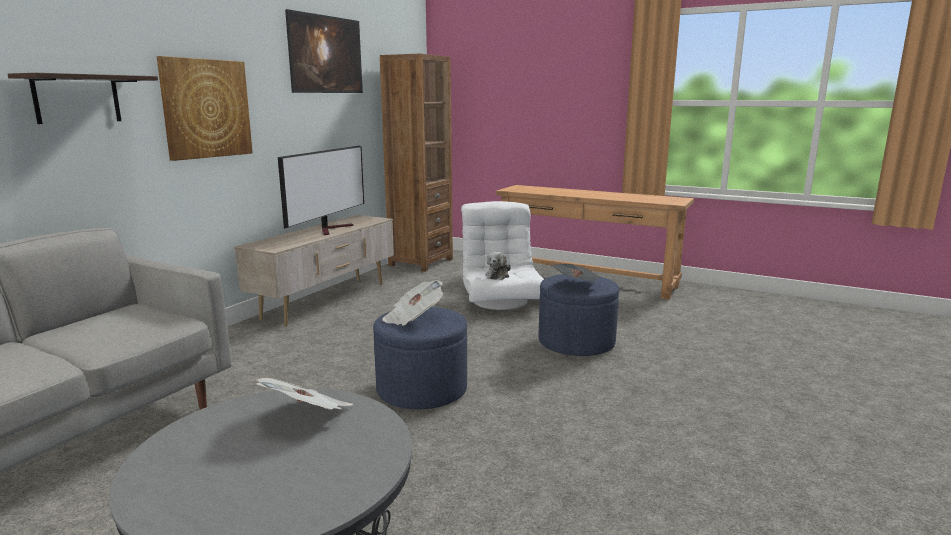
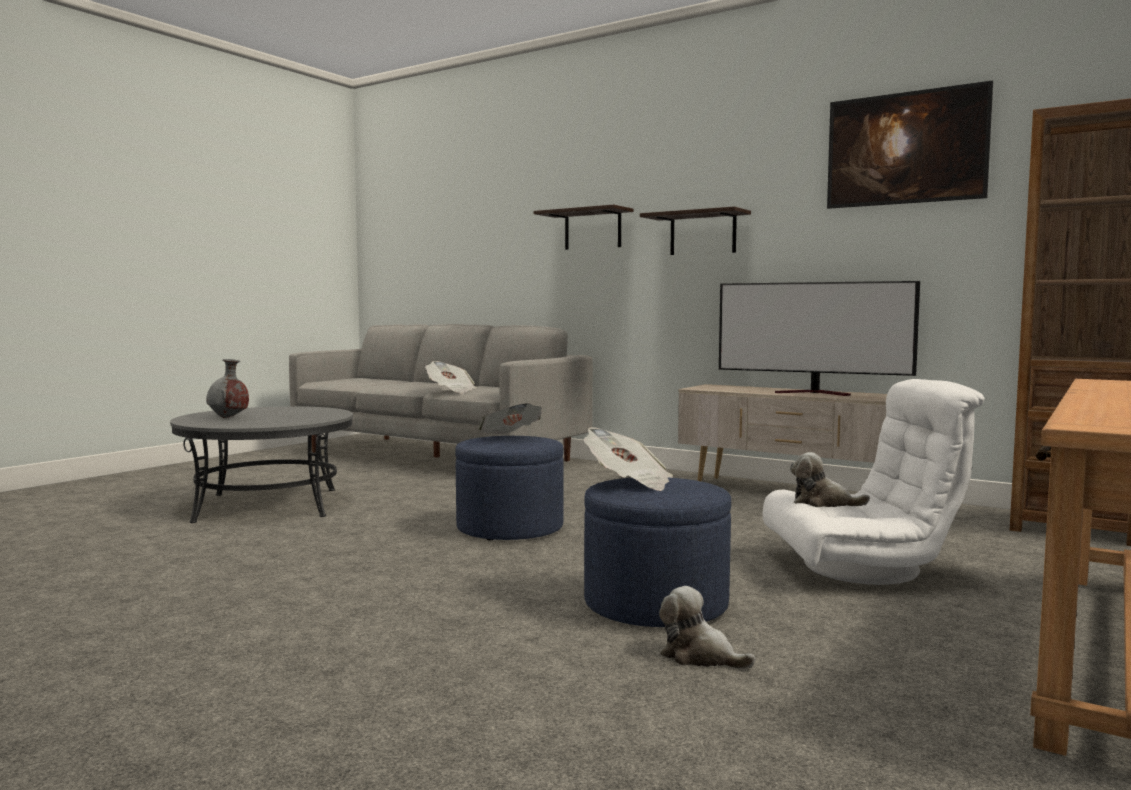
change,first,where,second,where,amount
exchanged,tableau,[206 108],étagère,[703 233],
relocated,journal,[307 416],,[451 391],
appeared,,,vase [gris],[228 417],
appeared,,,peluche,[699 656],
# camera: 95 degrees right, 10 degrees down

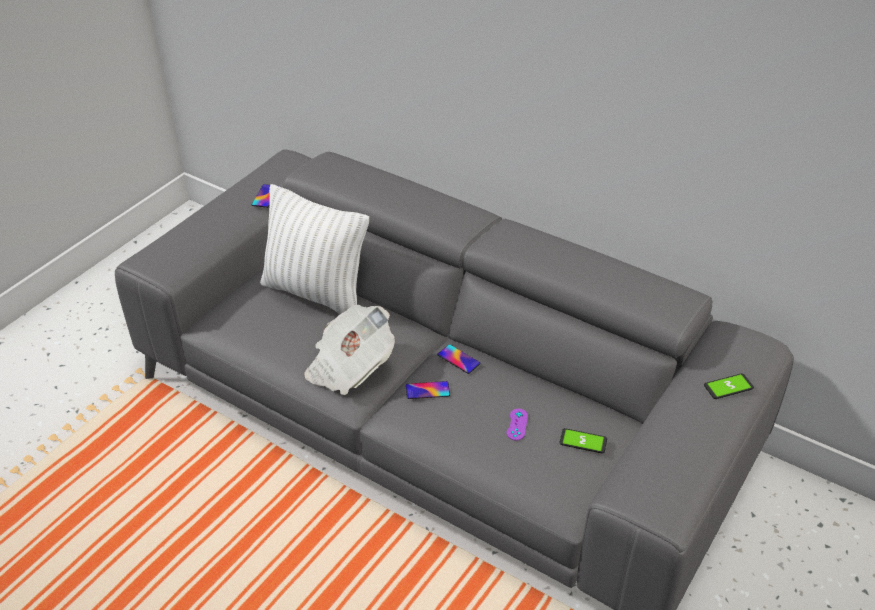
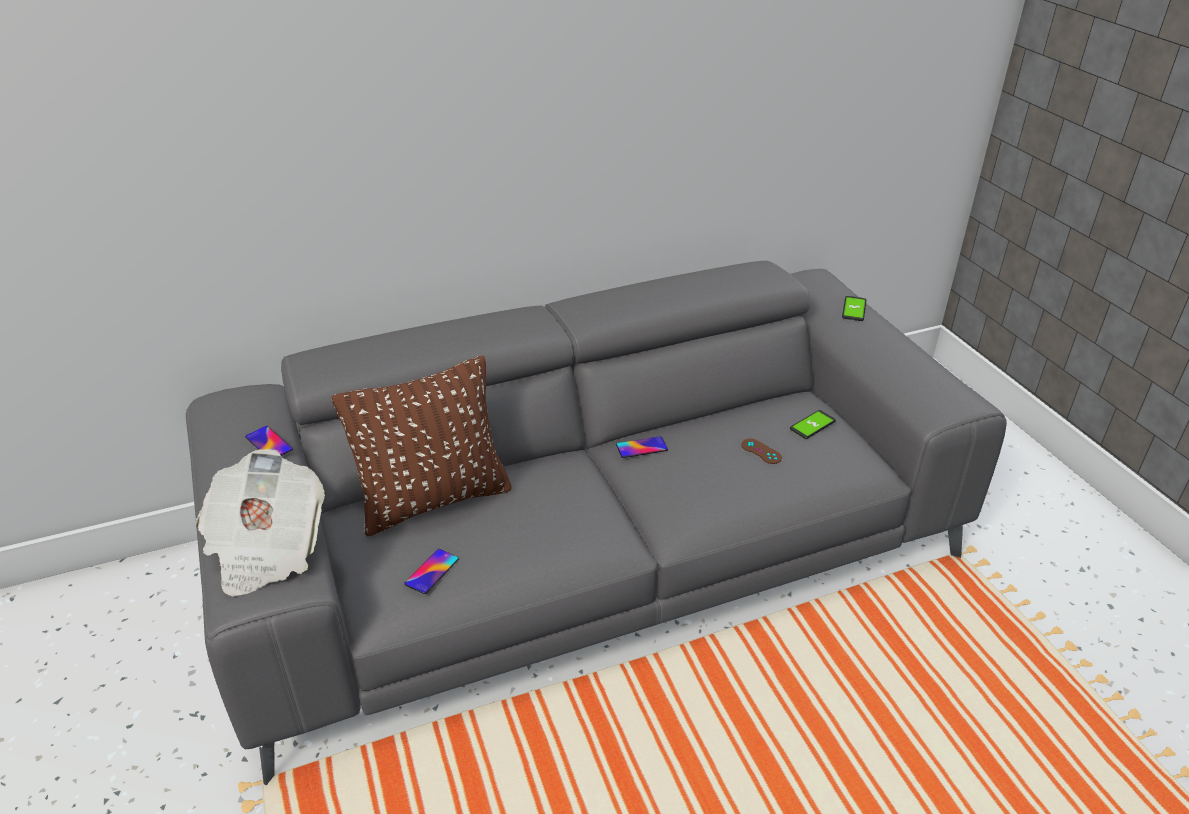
change,first,where,second,where,amount
colour,coussin [blanc],[316 293],coussin [marron],[434 500],
relocated,journal,[349 366],,[266 548],
relocated,téléphone,[427 390],,[432 571],
colour,manette [violet],[517 424],manette [marron],[761 451],
# camera: 55 degrees left, 5 degrees down

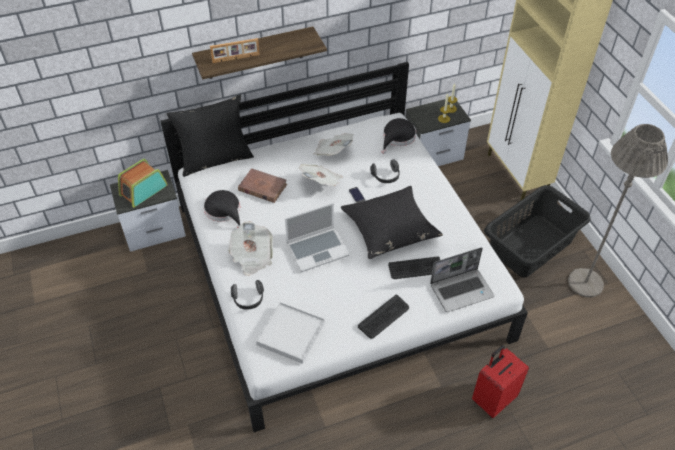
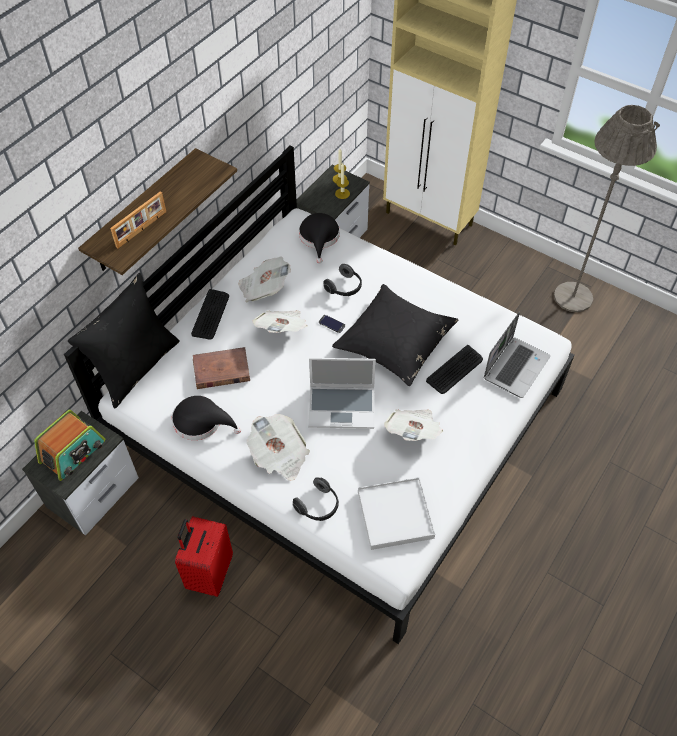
change,first,where,second,where,amount
spun,radio,[143 190],,[73 452],150 degrees counterclockwise
spun,ordinateur portable,[317 249],,[342 407],60 degrees clockwise
relocated,clavier,[384 317],,[211 315],
relocated,valise [rouge],[493 399],,[209 573],
missing,panier à linge [noir],[531 246],,,
appeared,,,journal,[413 432],
# camera: 35 degrees left, 5 degrees up

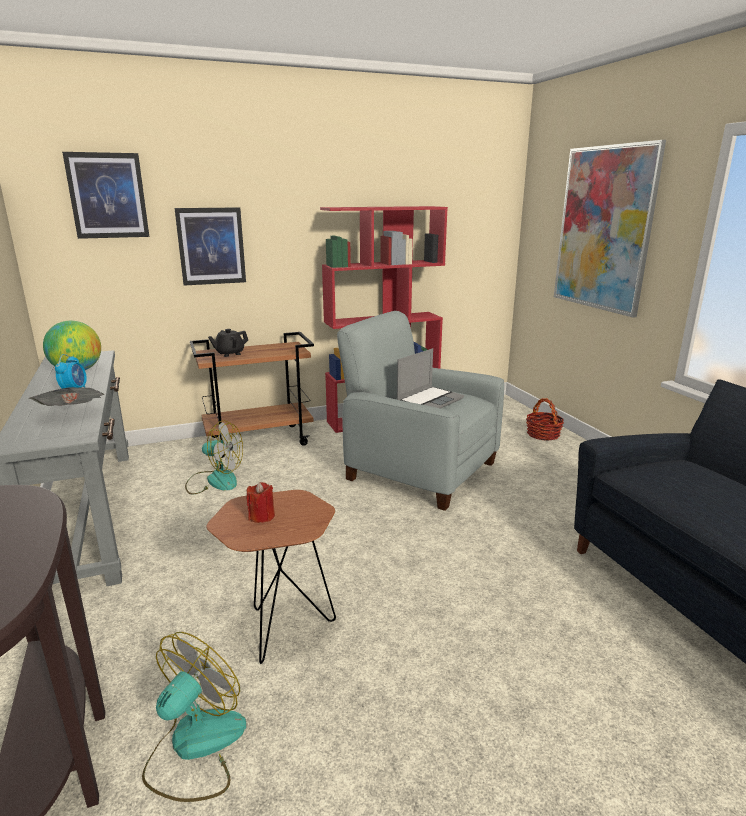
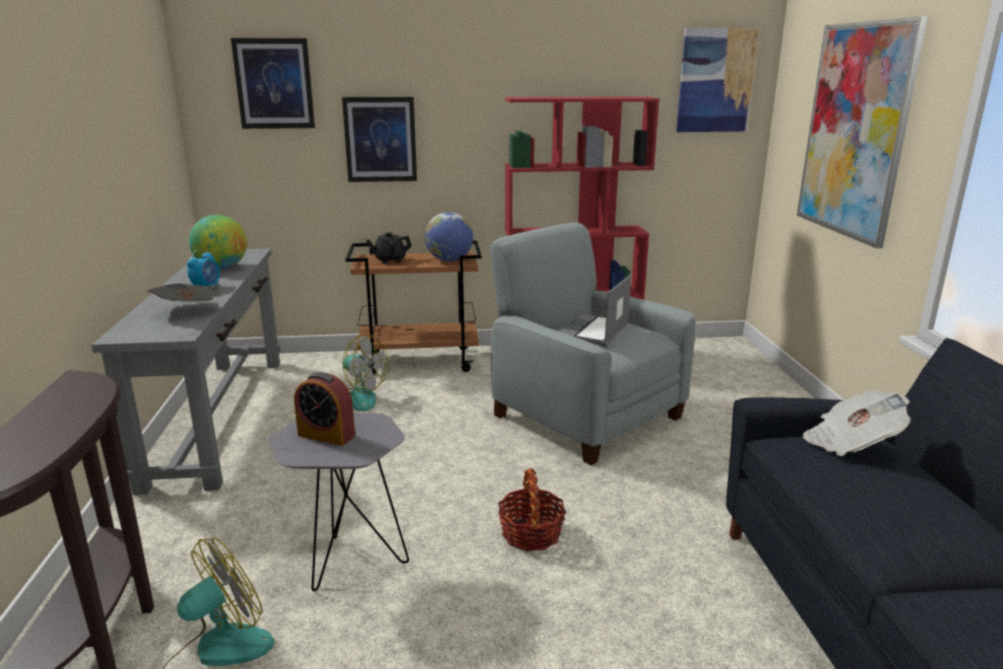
change,first,where,second,where,amount
colour,table d'appoint [marron],[280 630],table d'appoint [gris],[348 563],
exchanged,bougie [rouge],[261 516],réveil,[326 435],
spun,ordinateur portable,[430 400],,[594 332],150 degrees clockwise
relocated,panier,[543 434],,[531 534],
appeared,,,globe,[449 260],
appeared,,,tableau,[715 81],
appeared,,,journal,[851 443],
# camera: 15 degrees right, 0 degrees up

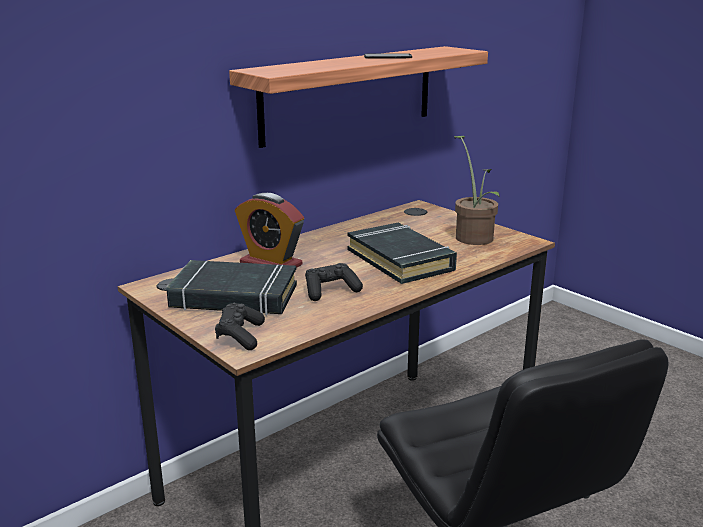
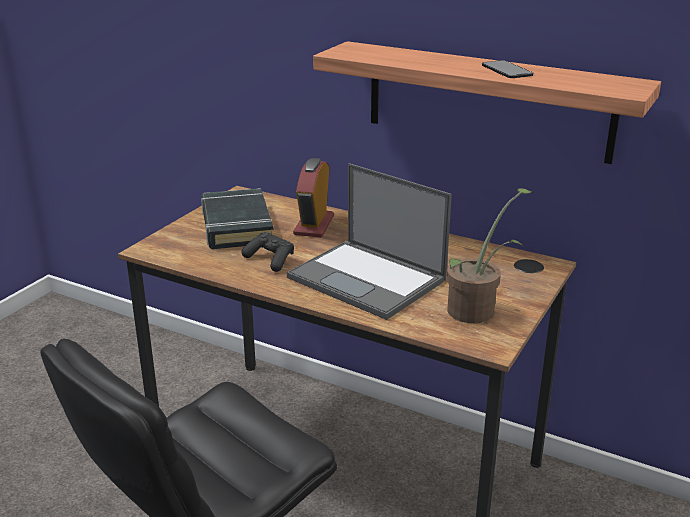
change,first,where,second,where,amount
missing,manette [noir],[240 336],,,
exchanged,livre [noir],[400 260],ordinateur portable,[368 279],
# camera: 70 degrees right, 5 degrees up

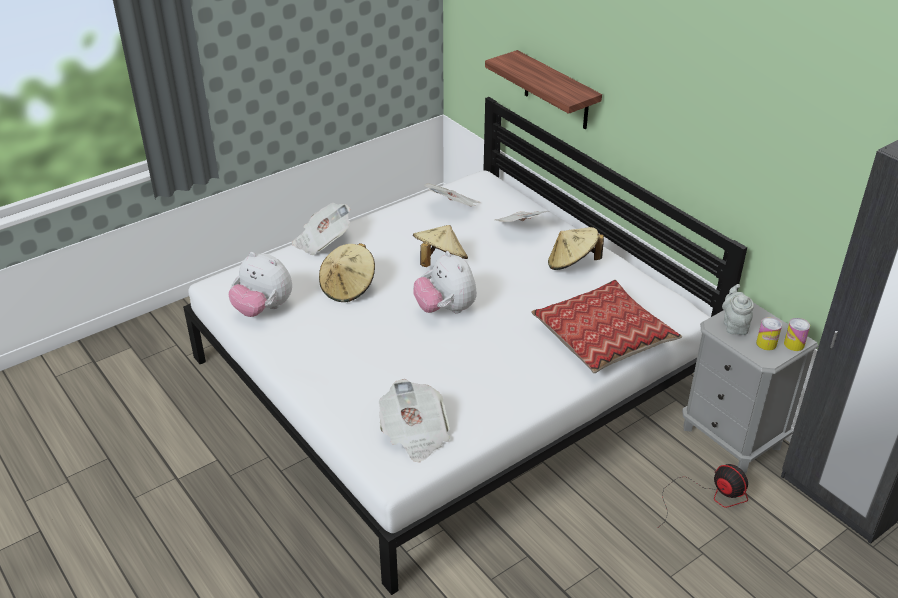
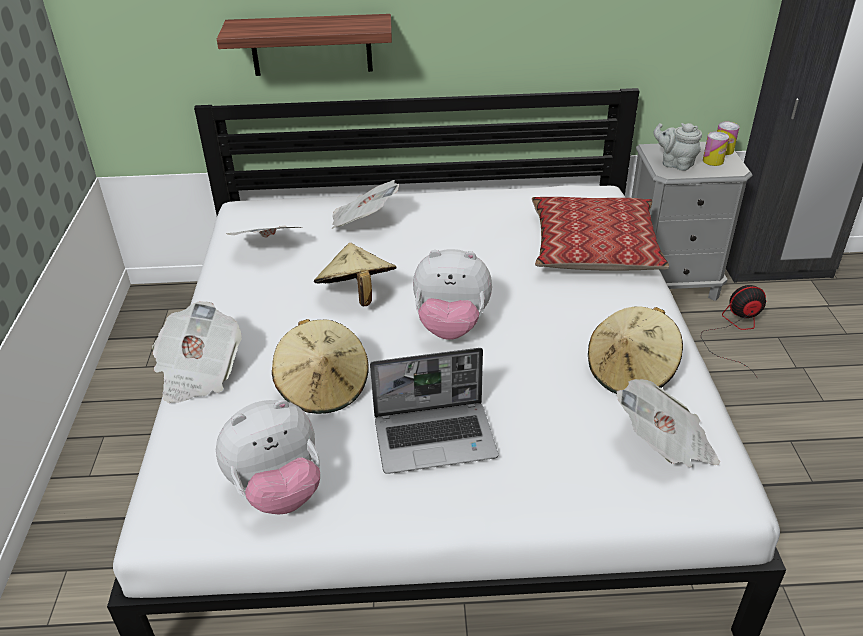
change,first,where,second,where,amount
relocated,chapeau [beige],[572 264],,[631 373],
appeared,,,ordinateur portable,[436 438],
# camera: 55 degrees left, 0 degrees up

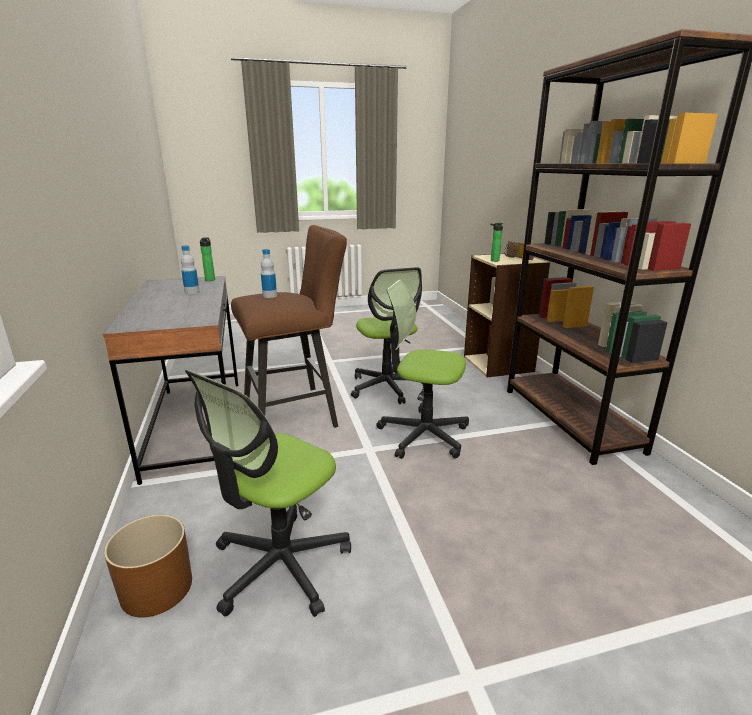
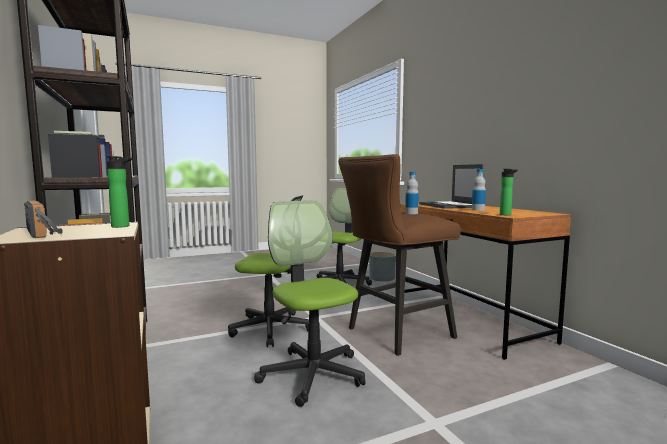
change,first,where,second,where,amount
colour,bureau [gris],[197 426],bureau [marron],[468 321],
colour,cache-pot [marron],[157 588],cache-pot [gris],[382 277],
appeared,,,ordinateur portable,[449 206],
# camera: 170 degrees right, 15 degrees down

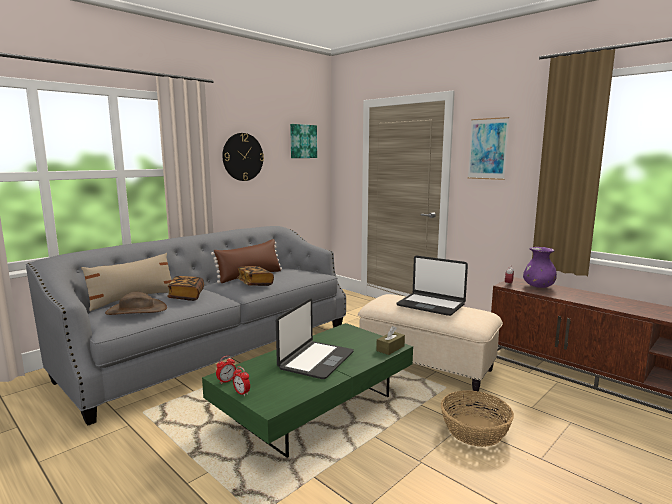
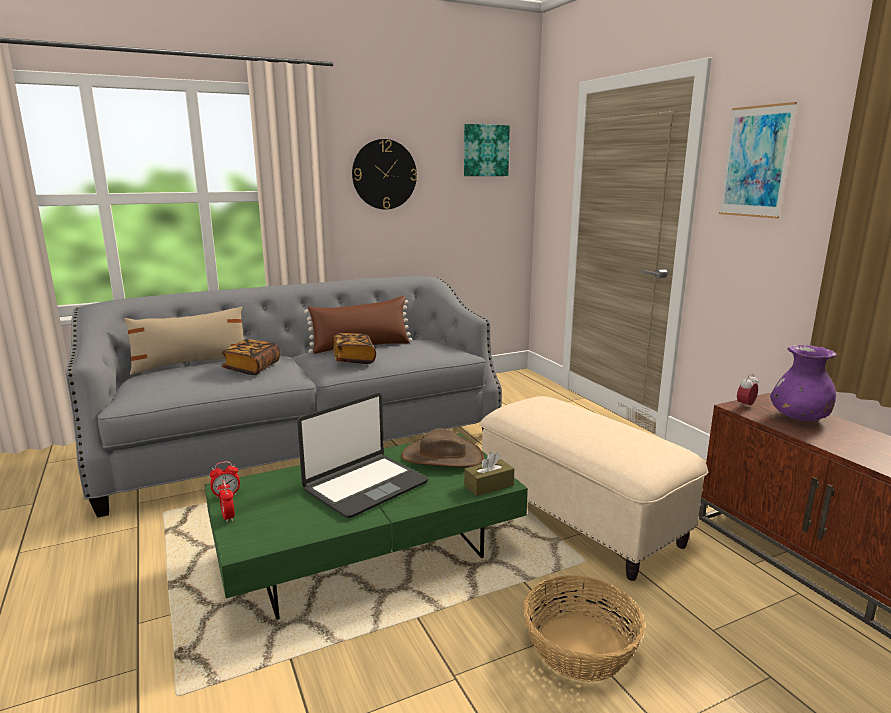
change,first,where,second,where,amount
relocated,chapeau [marron],[136 310],,[442 457],
missing,ordinateur portable,[431 305],,,
# camera: 20 degrees right, 5 degrees up

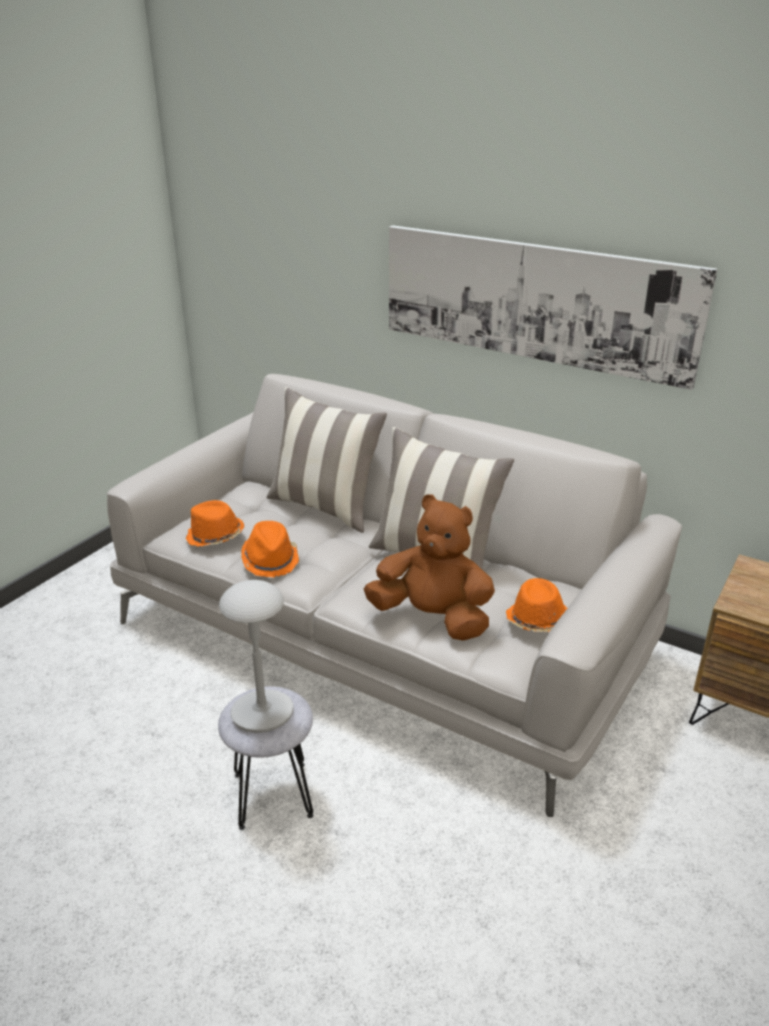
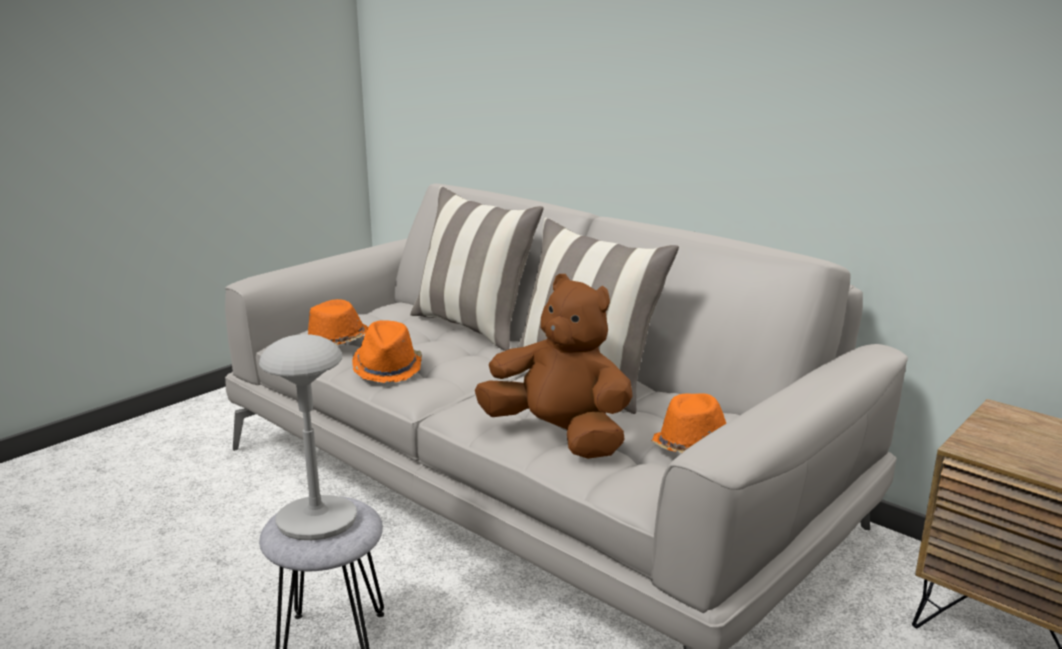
change,first,where,second,where,amount
missing,tableau,[535 301],,,
# camera: 10 degrees right, 10 degrees down

